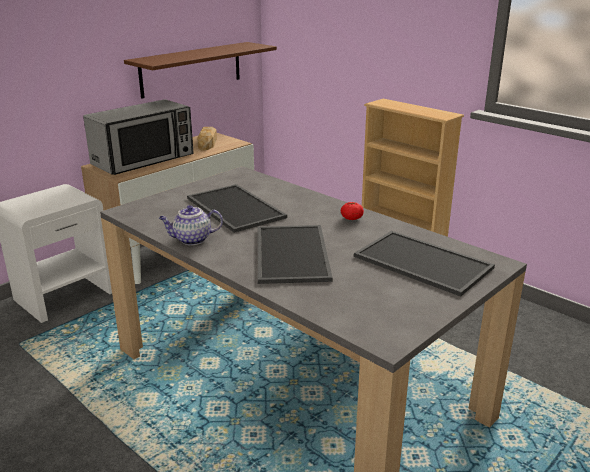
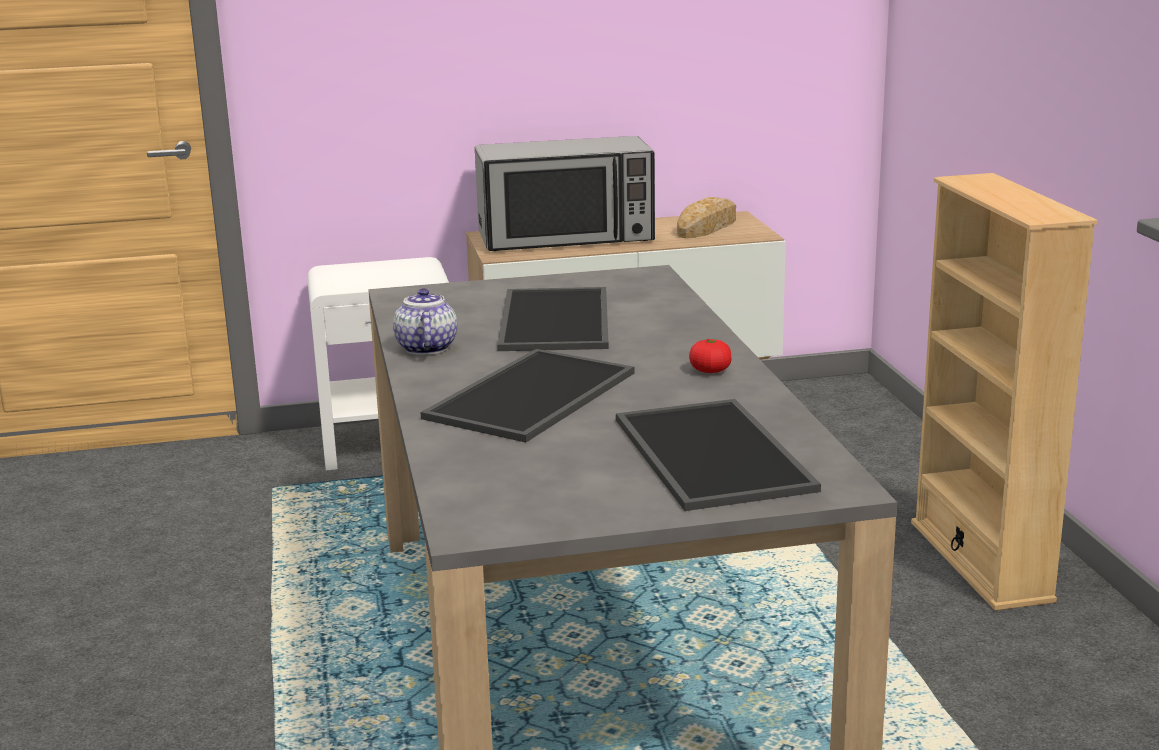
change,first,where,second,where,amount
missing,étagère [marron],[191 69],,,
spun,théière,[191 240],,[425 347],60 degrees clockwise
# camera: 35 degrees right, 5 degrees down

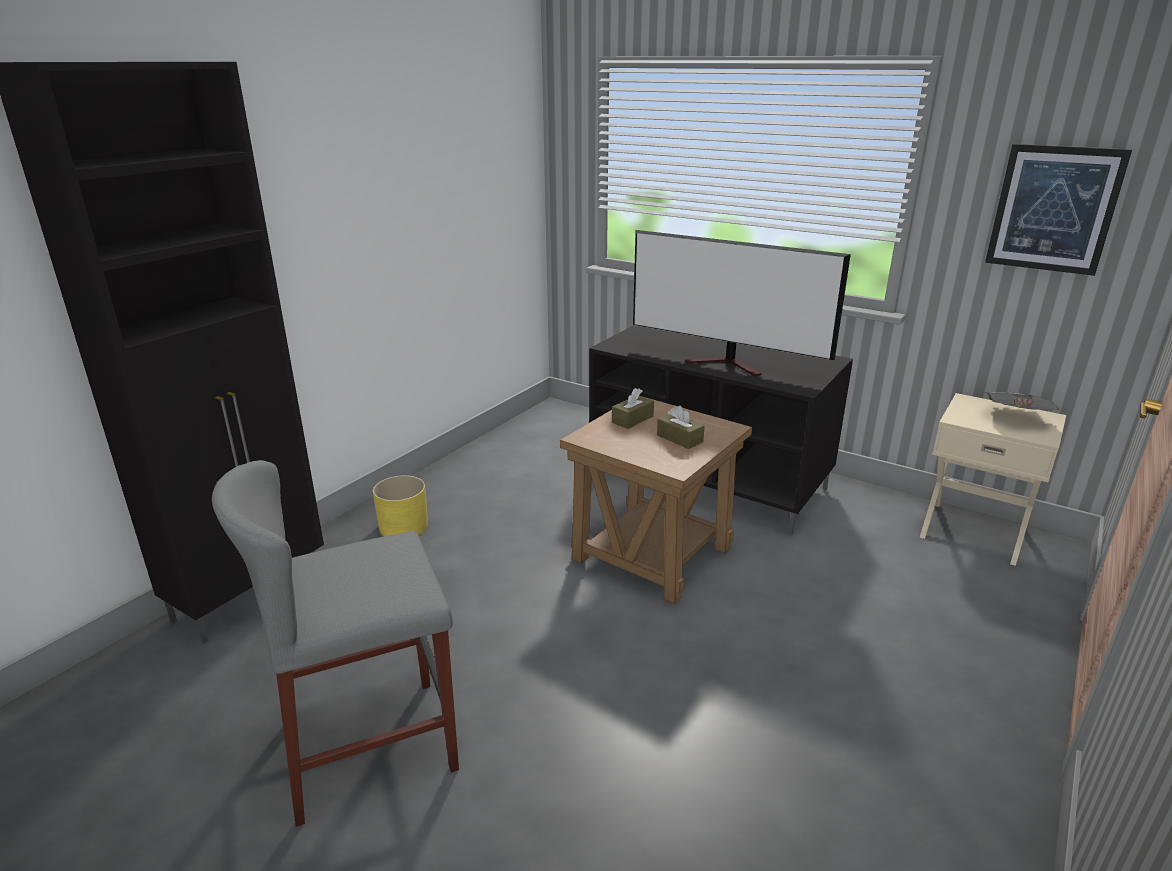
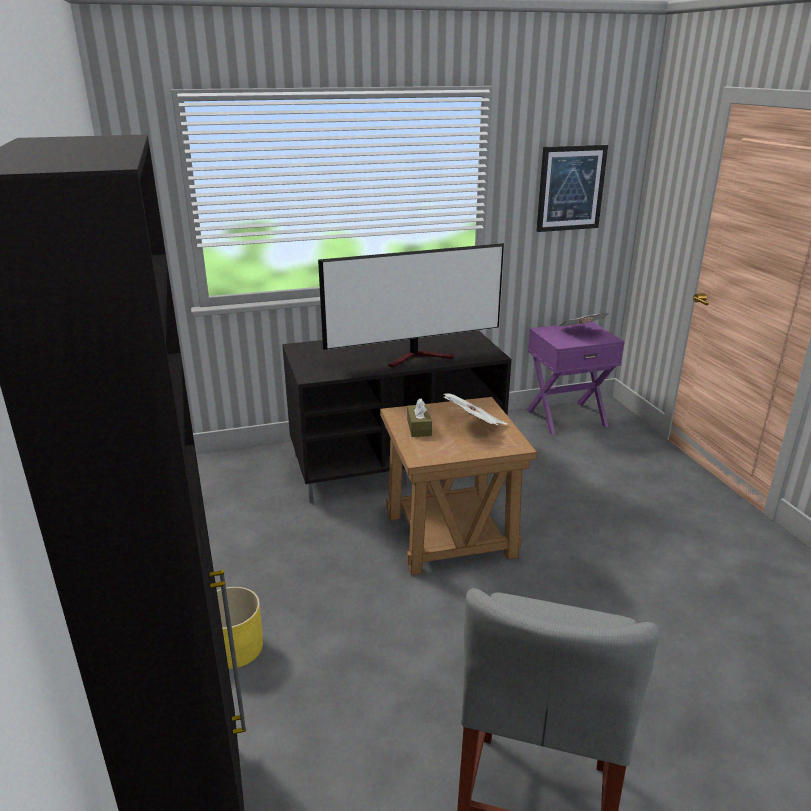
change,first,where,second,where,amount
exchanged,boîte à mouchoirs [marron],[679 438],journal,[474 425],
colour,table de chevet [beige],[973 531],table de chevet [violet],[566 417],
# camera: 50 degrees left, 0 degrees up

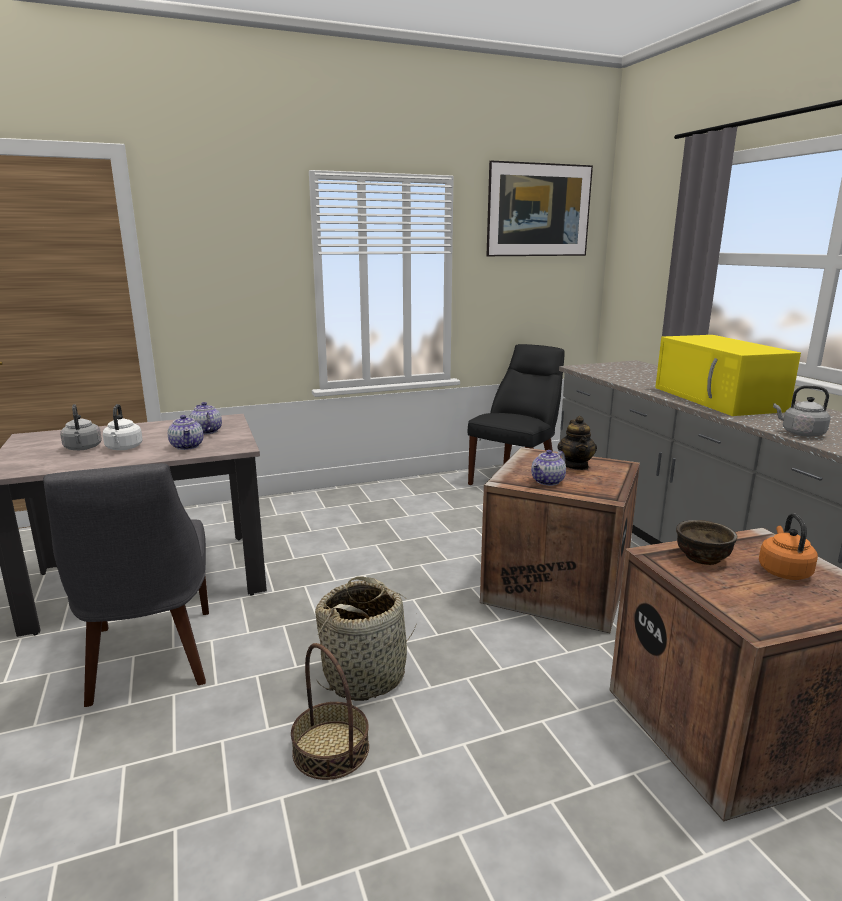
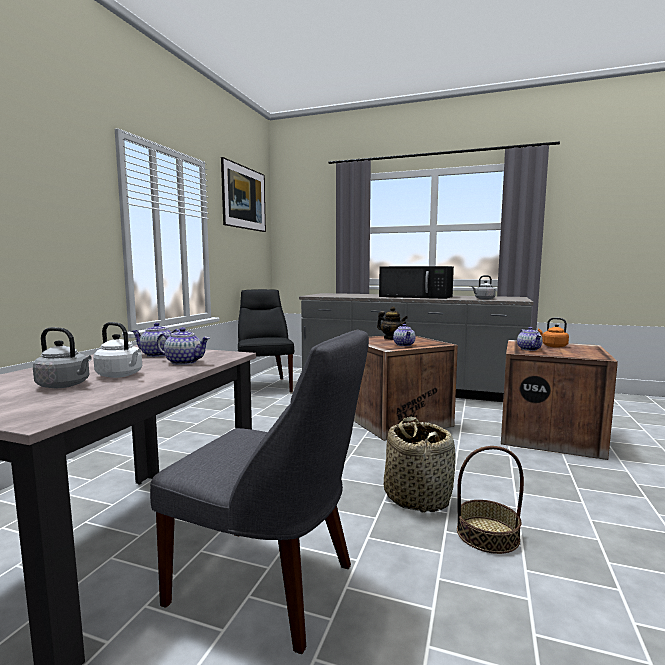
change,first,where,second,where,amount
colour,micro-ondes [jaune],[719 399],micro-ondes [noir],[417 296],
exchanged,bol [marron],[703 557],théière,[529 349],
# camera: 50 degrees left, 10 degrees down

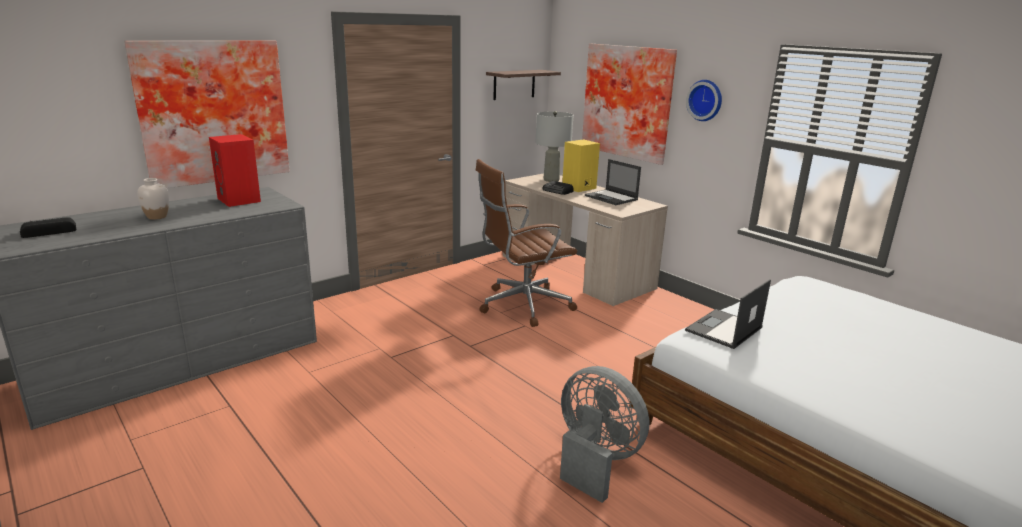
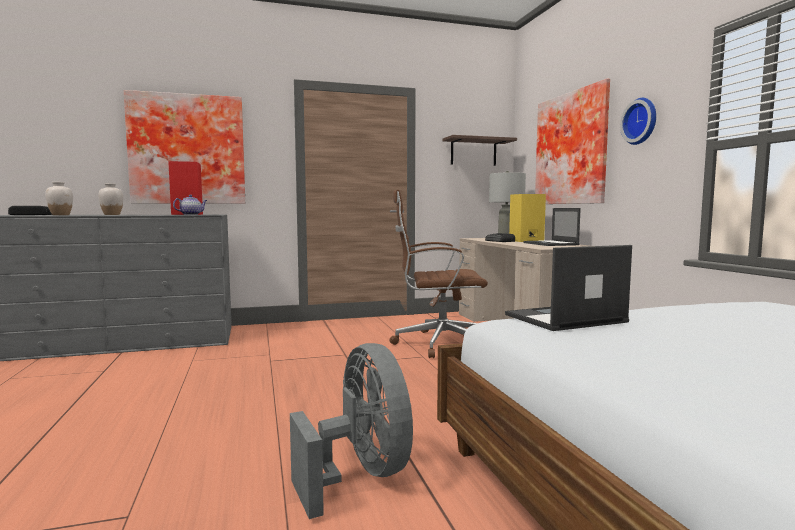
change,first,where,second,where,amount
appeared,,,vase [blanc],[60 215],
appeared,,,théière,[191 214],
# camera: 25 degrees right, 15 degrees down

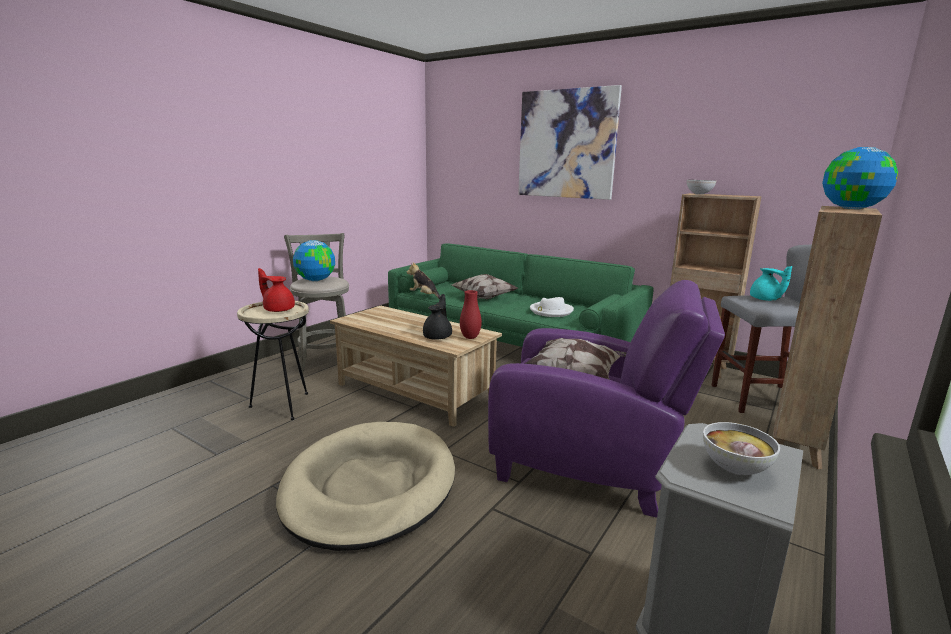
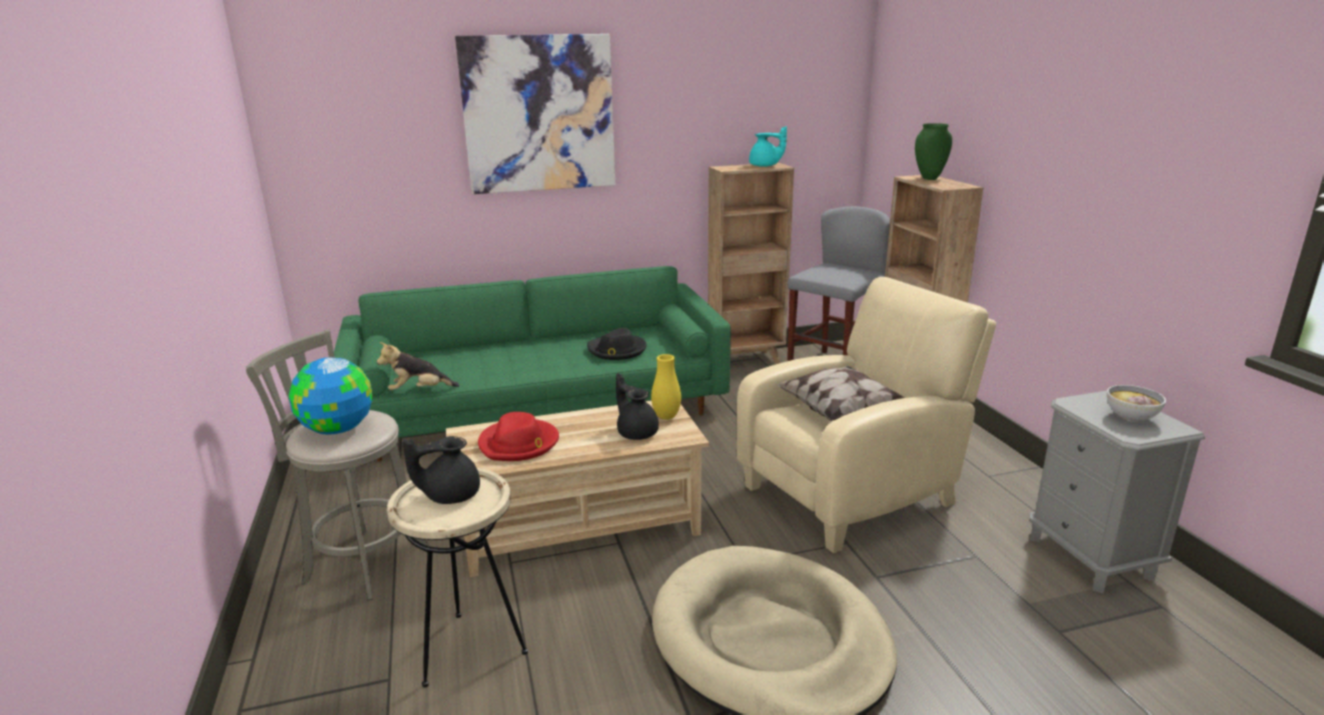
change,first,where,second,where,amount
colour,théière [rouge],[278 309],théière [noir],[450 495],
missing,coussin,[484 297],,,
colour,vase [rouge],[470 337],vase [jaune],[666 417],
colour,fauteuil [violet],[591 464],fauteuil [beige],[854 493],
colour,chapeau [blanc],[551 311],chapeau [noir],[617 350],
missing,bol,[699 194],,,
relocated,théière [turquoise],[765 299],,[765 166],
exchanged,globe,[851 208],vase [vert],[930 179],
appeared,,,chapeau [rouge],[519 444],
# camera: 50 degrees left, 5 degrees up

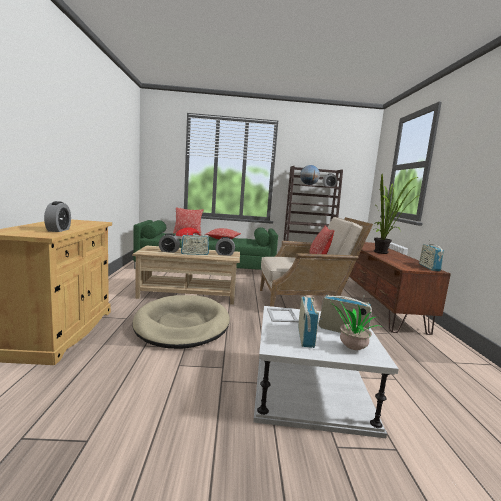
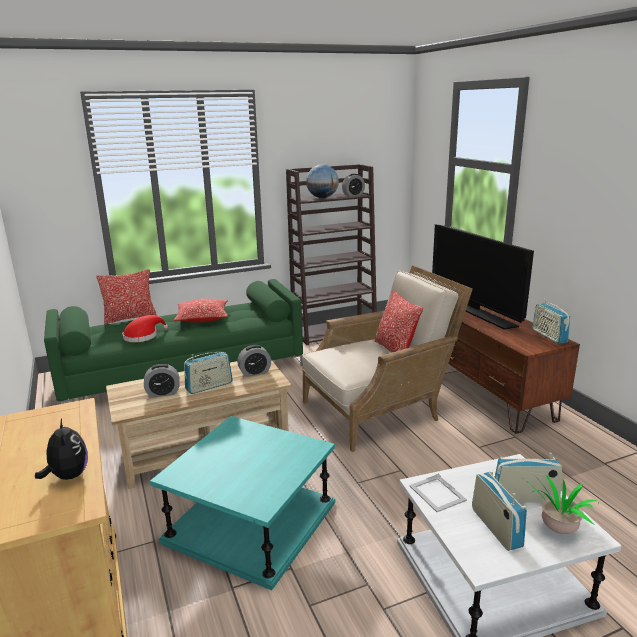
change,first,where,second,where,amount
exchanged,réveil,[58 230],peluche,[68 476],
exchanged,panier pour chien [beige],[182 325],table d'appoint [turquoise],[251 522],
exchanged,plante en pot,[384 253],téléviseur,[474 311],
# camera: 20 degrees left, 10 degrees up

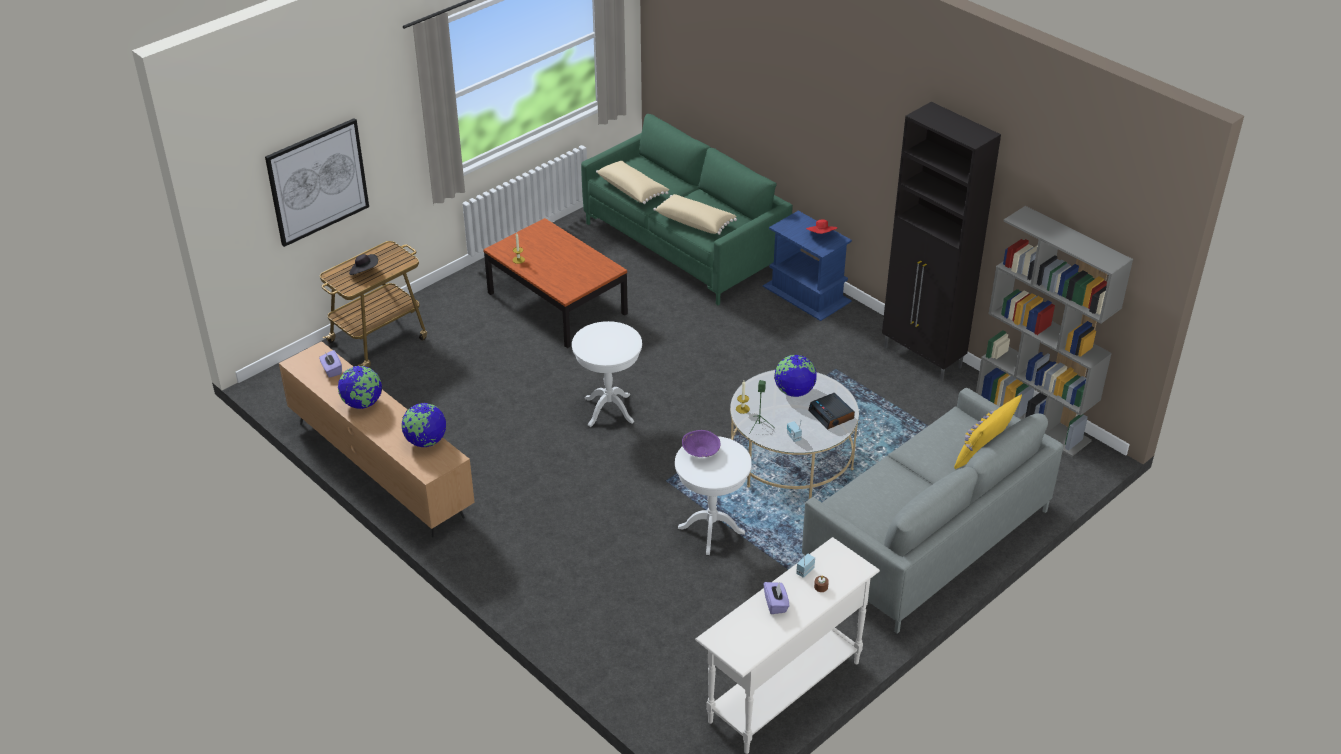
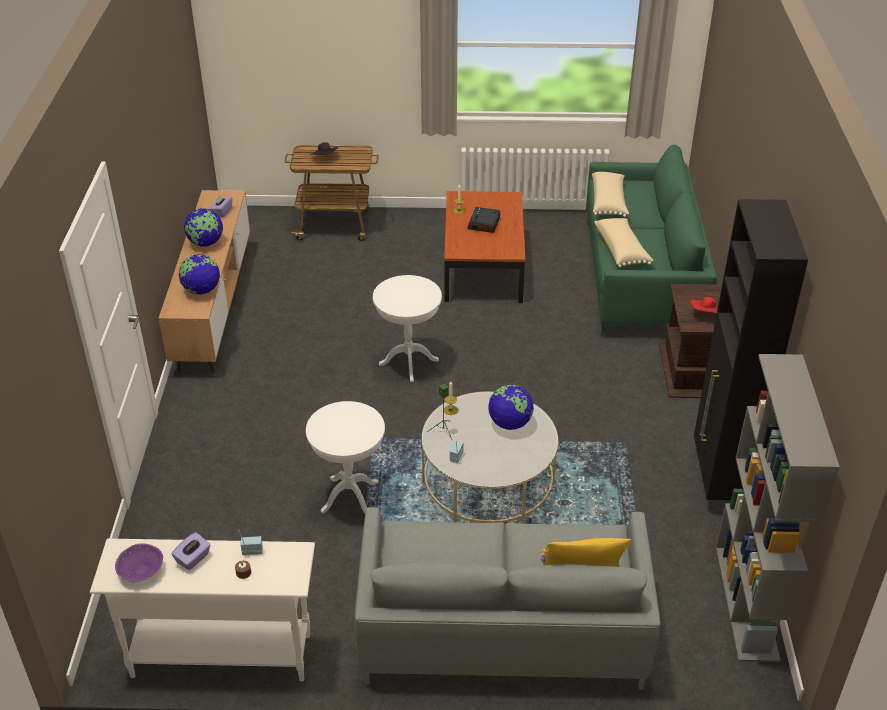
change,first,where,second,where,amount
missing,tableau,[317 181],,,
relocated,bol [violet],[701 451],,[141 571],
colour,table d'appoint [bleu],[807 294],table d'appoint [marron],[688 370],
relocated,réveil,[831 415],,[484 224],
# camera: 45 degrees right, 0 degrees up

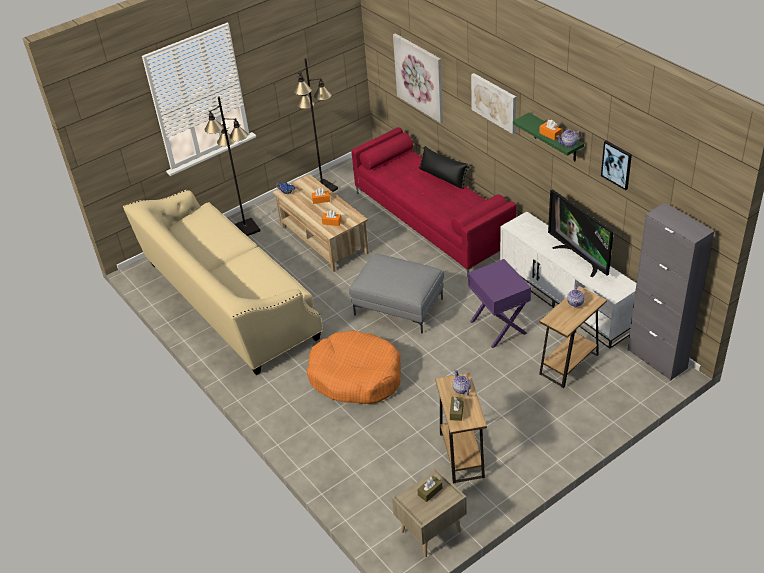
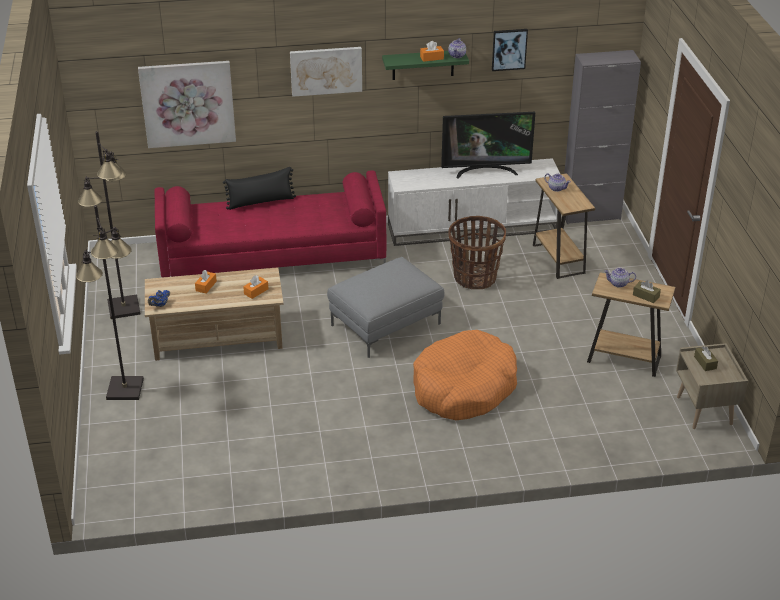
change,first,where,second,where,amount
missing,canapé [beige],[228 301],,,
exchanged,table d'appoint [violet],[497 327],panier,[474 277],
# camera: 65 degrees left, 5 degrees down

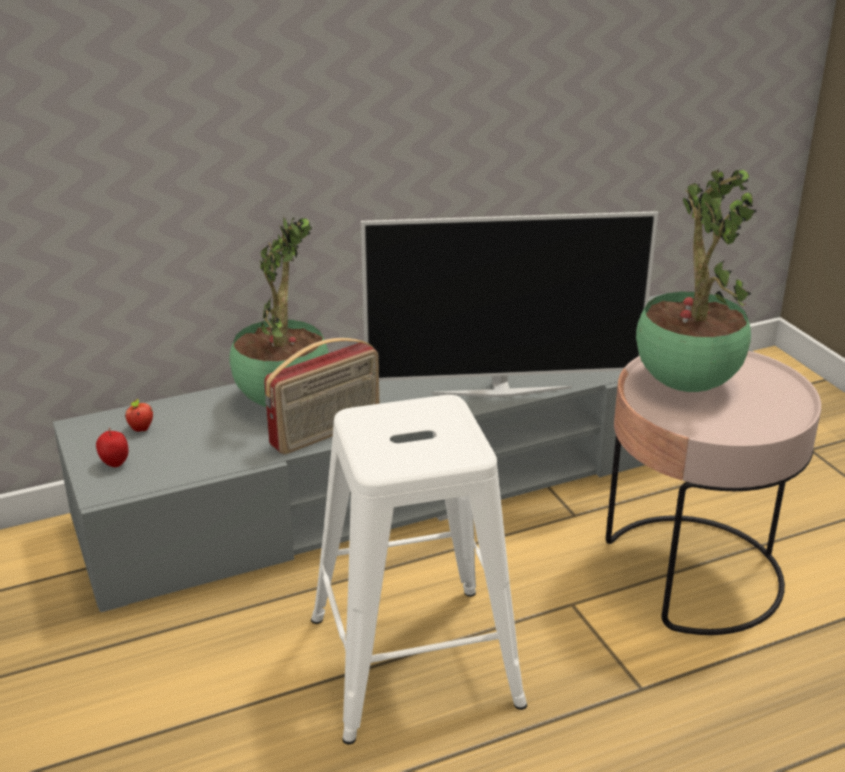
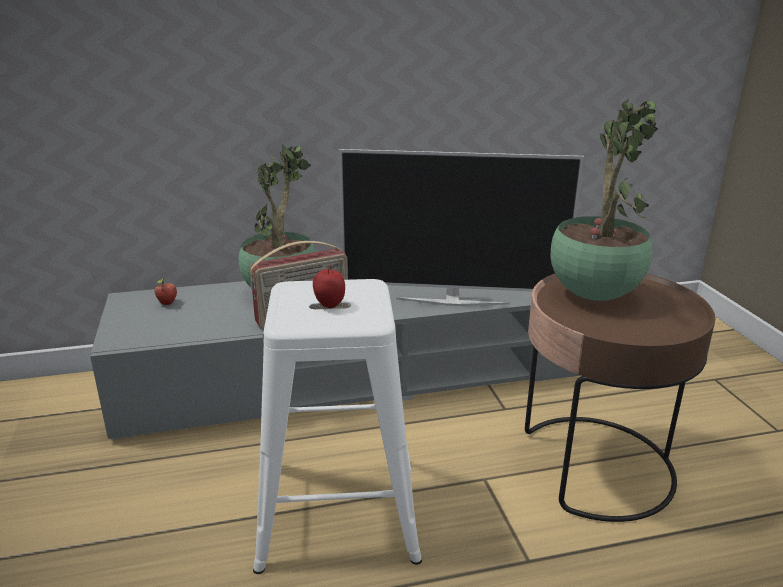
change,first,where,second,where,amount
relocated,pomme,[115 464],,[329 305],
colour,table d'appoint [rose],[691 574],table d'appoint [marron],[594 466],
# camera: 10 degrees right, 5 degrees down

